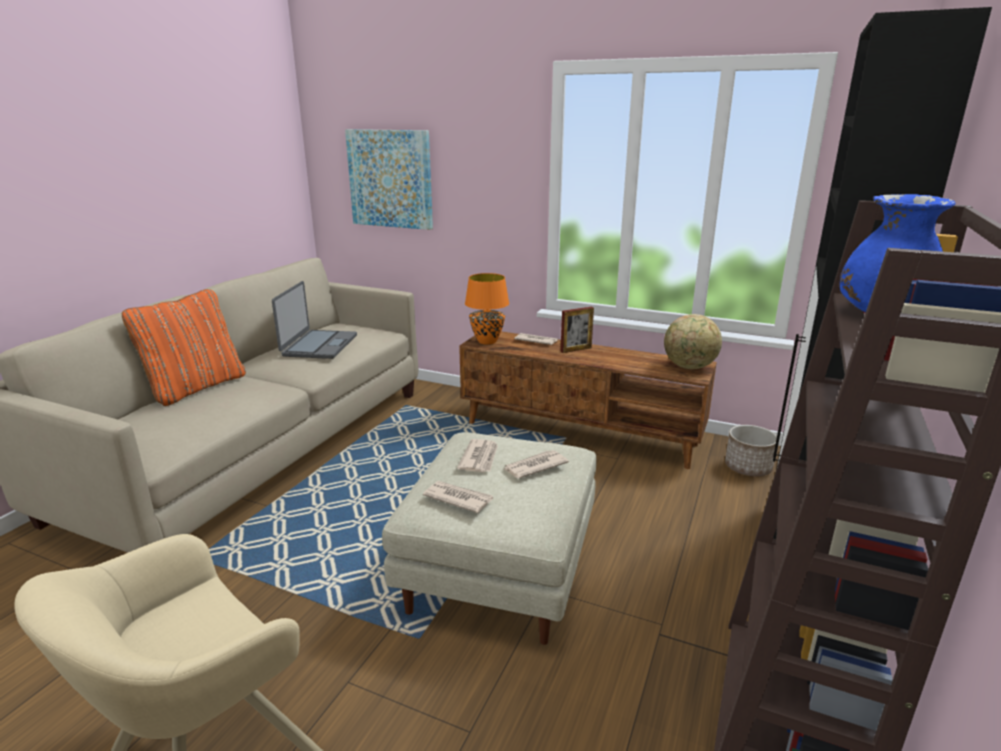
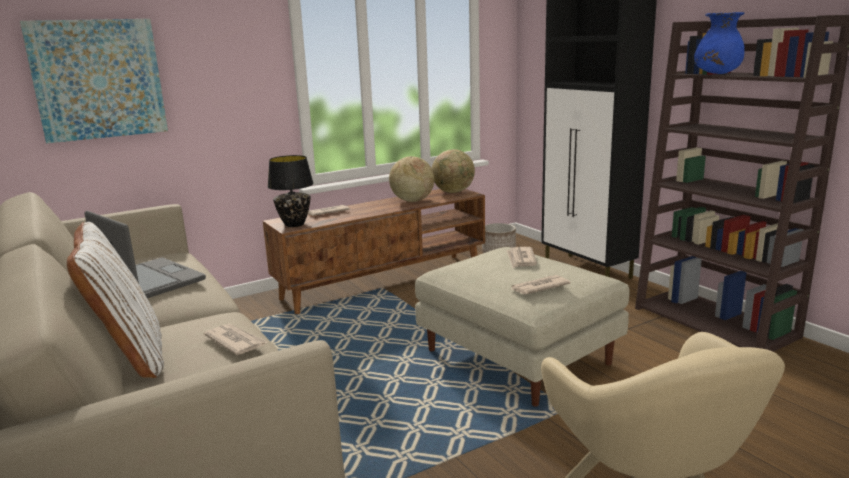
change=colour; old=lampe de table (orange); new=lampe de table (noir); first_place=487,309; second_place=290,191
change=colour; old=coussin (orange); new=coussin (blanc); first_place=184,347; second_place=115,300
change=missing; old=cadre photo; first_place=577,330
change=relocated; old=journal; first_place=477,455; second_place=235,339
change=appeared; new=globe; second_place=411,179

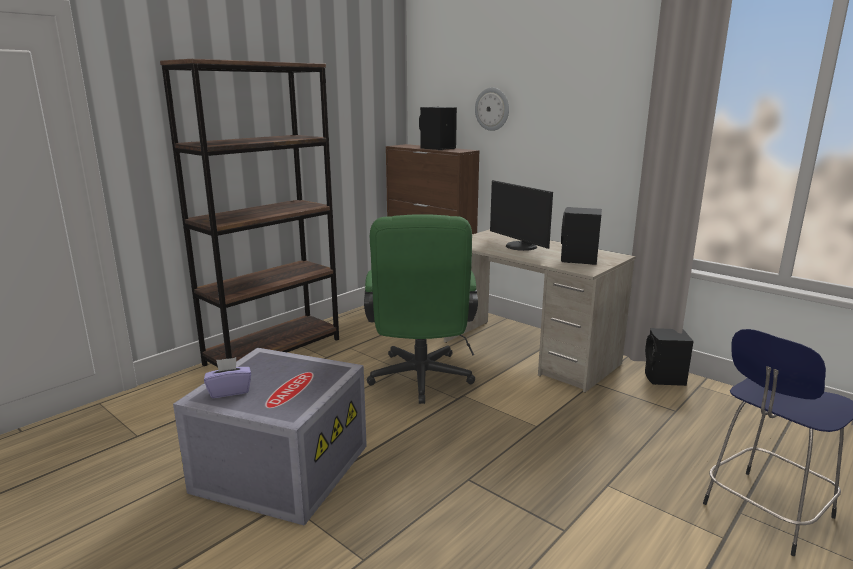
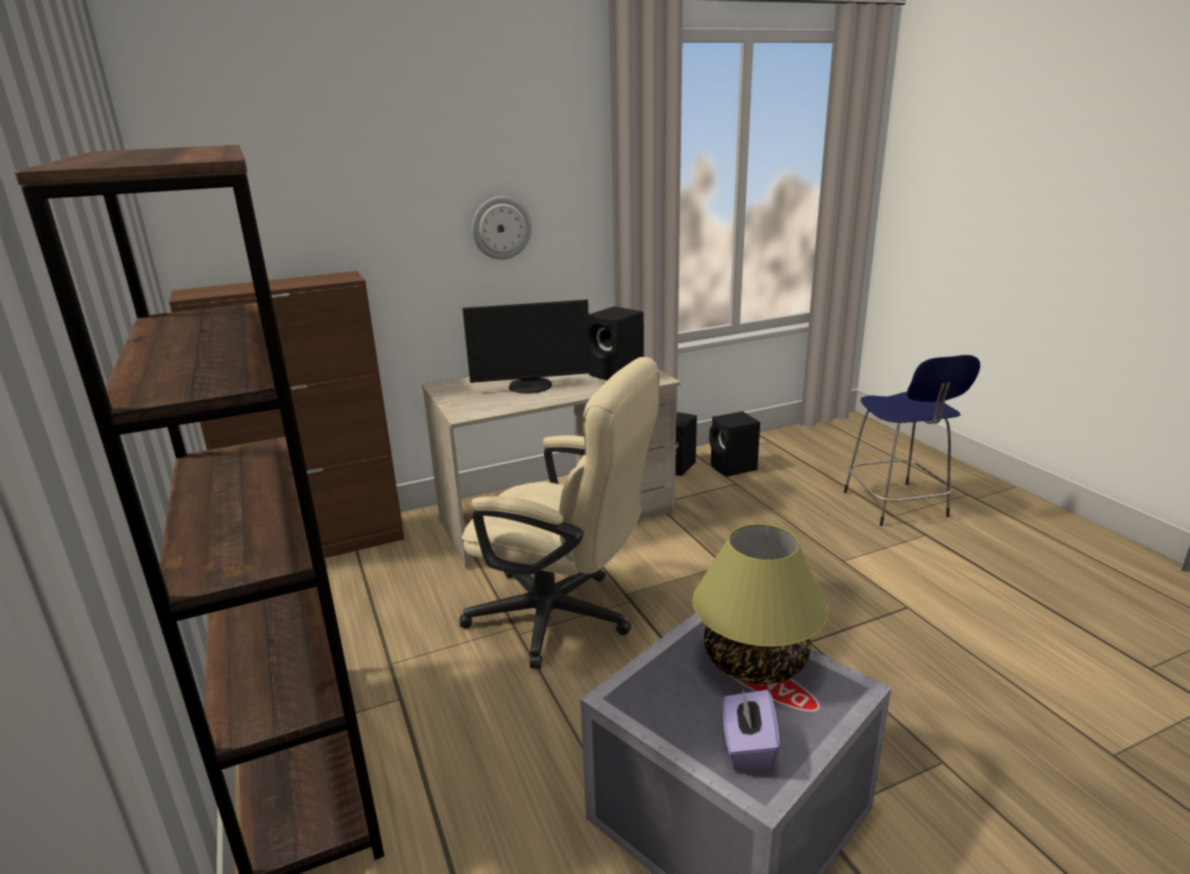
change=relocated; old=horloge murale; first_place=492,109; second_place=502,228
change=relocated; old=enceinte (noir); first_place=438,128; second_place=734,444
change=colour; old=chaise de bureau (vert); new=chaise de bureau (beige); first_place=421,309; second_place=559,513
change=appeared; new=lampe de table; second_place=760,604

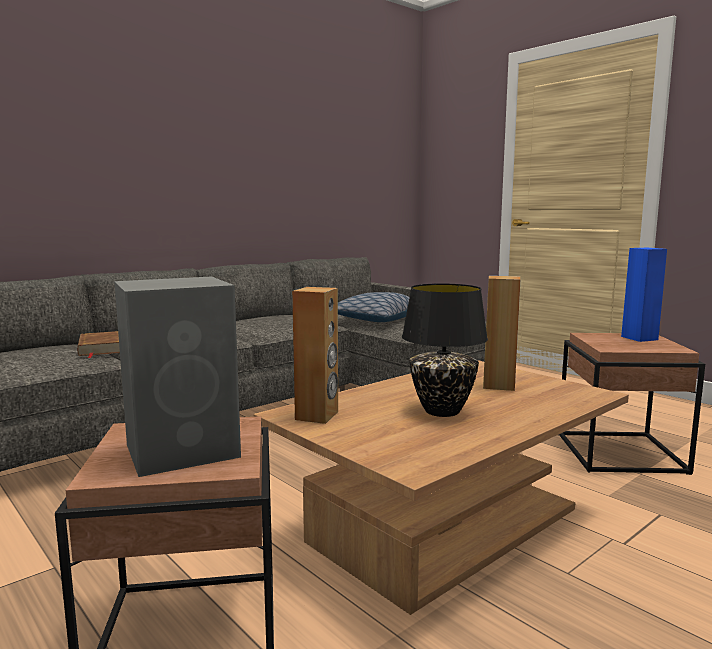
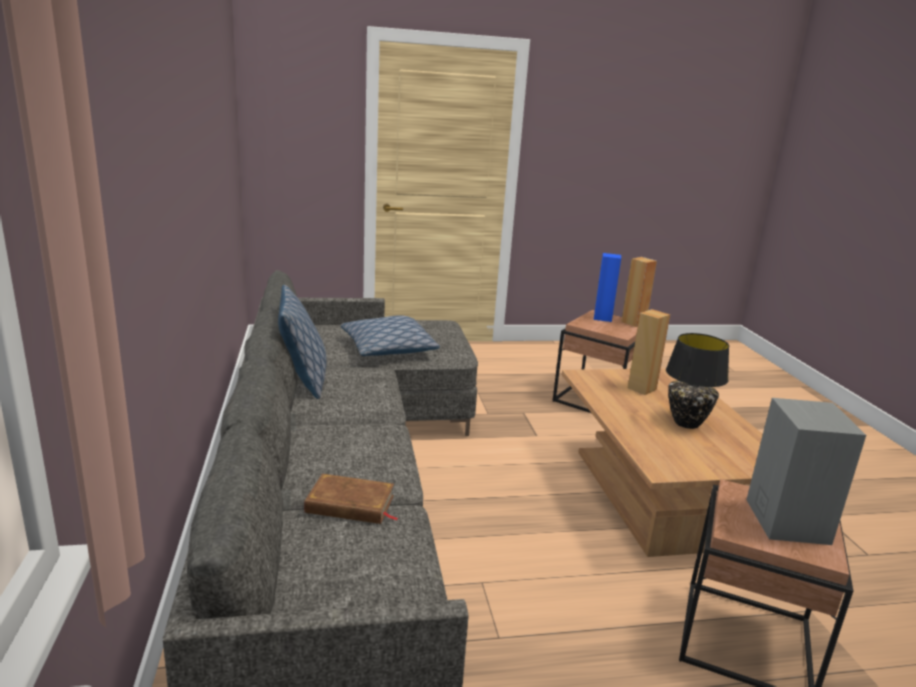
change=relocated; old=enceinte (marron); first_place=315,355; second_place=639,292
change=appeared; new=coussin; second_place=302,342

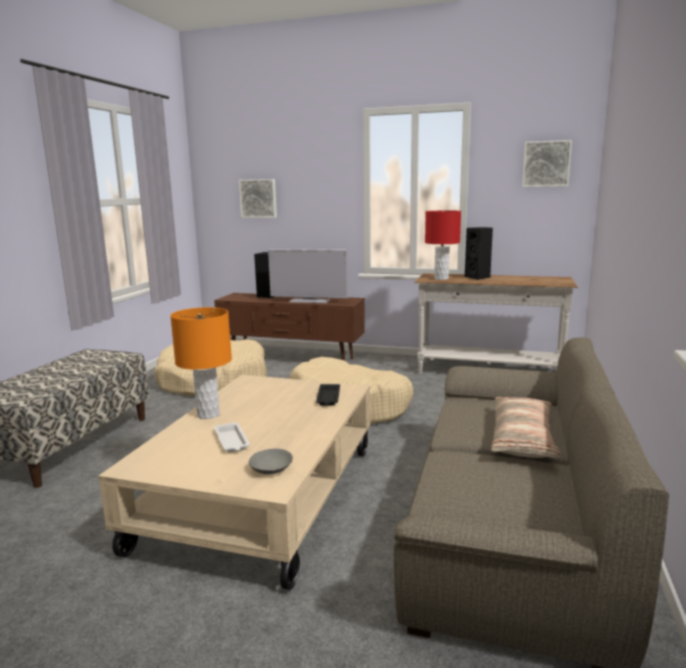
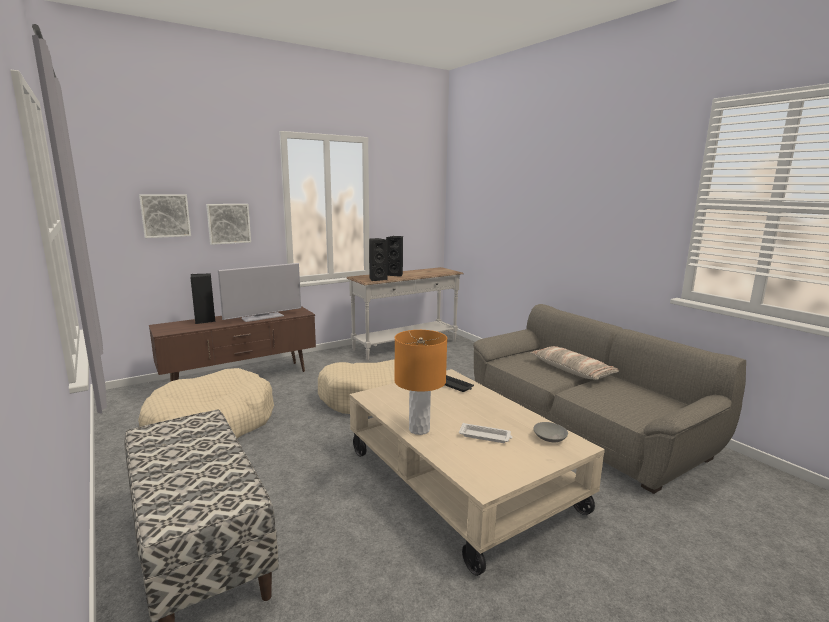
change=relocated; old=tableau; first_place=547,163; second_place=228,224
change=exchanged; old=lampe de table (rouge); new=enceinte (noir); first_place=443,245; second_place=378,259

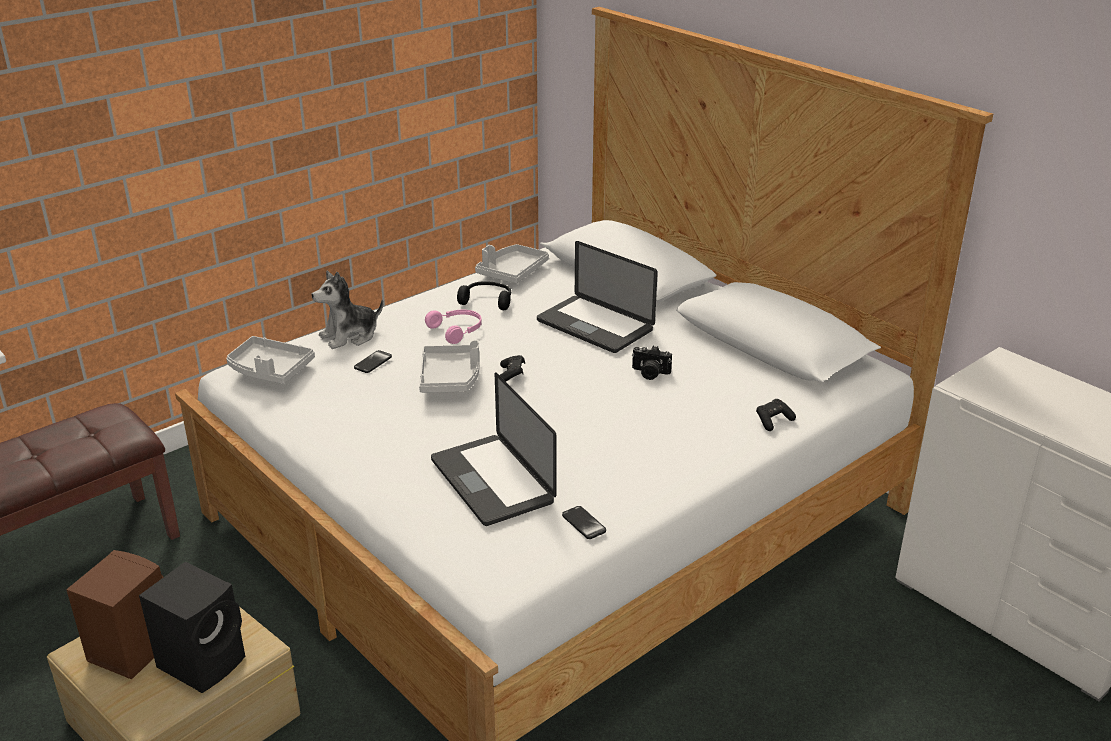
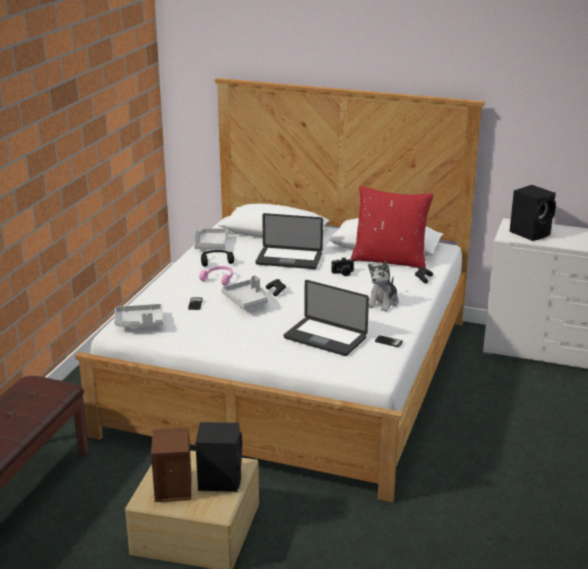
change=relocated; old=peluche; first_place=347,310; second_place=383,286
change=appeared; new=enceinte (noir); second_place=532,213
change=appeared; new=coussin (rouge); second_place=392,227

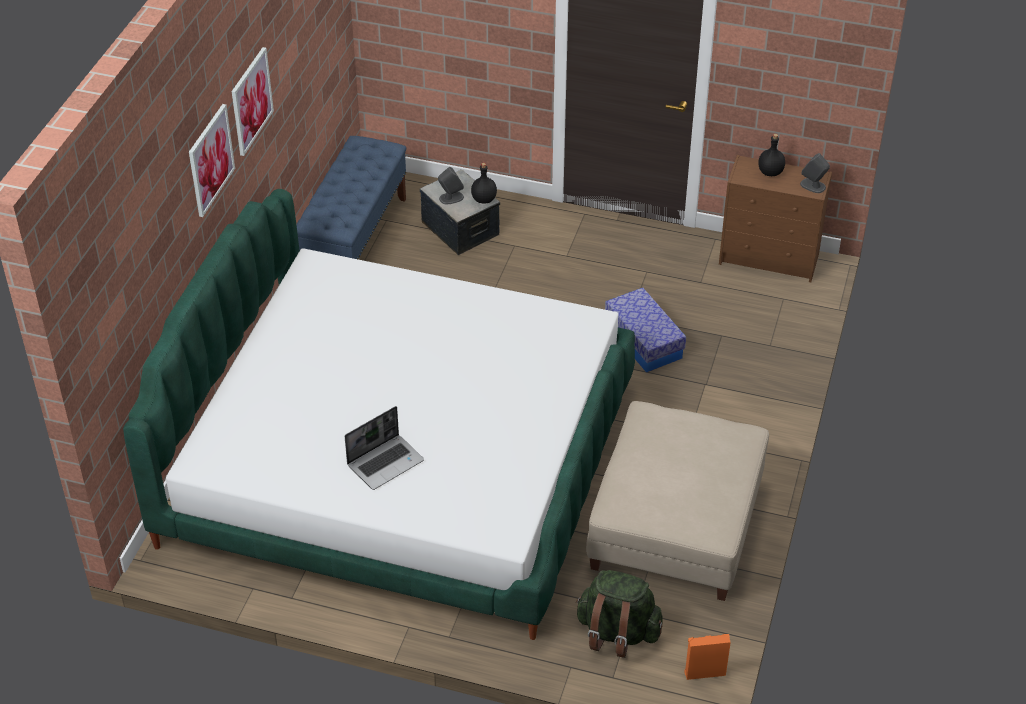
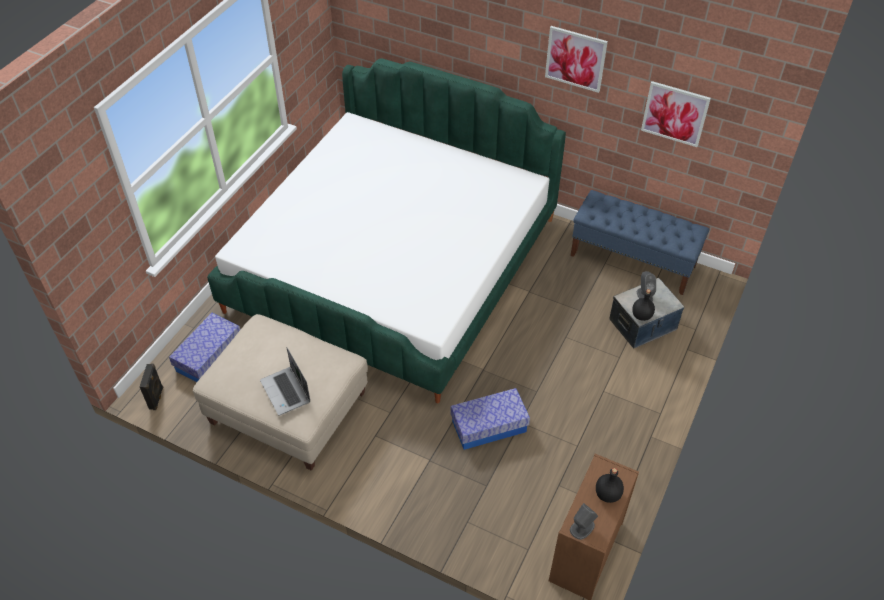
change=relocated; old=tableau; first_place=212,160; second_place=676,114
change=relocated; old=ordinateur portable; first_place=384,448; second_place=285,381
change=exchanged; old=sac à dos (vert); new=boîte de rangement; first_place=619,614; second_place=205,347
change=colour; old=enceinte (orange); new=enceinte (noir); first_place=707,657; second_place=151,387

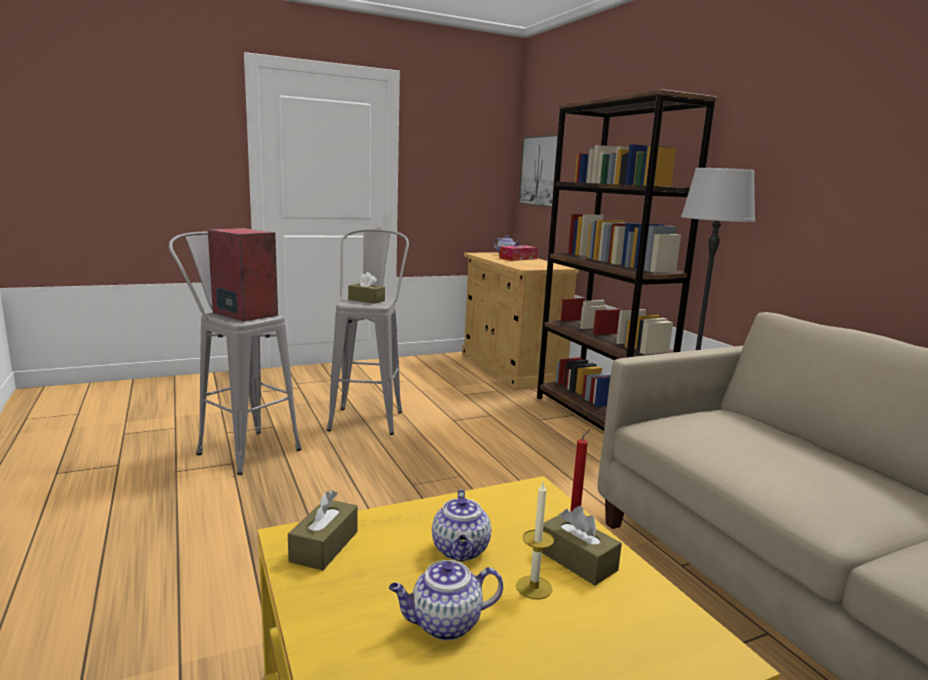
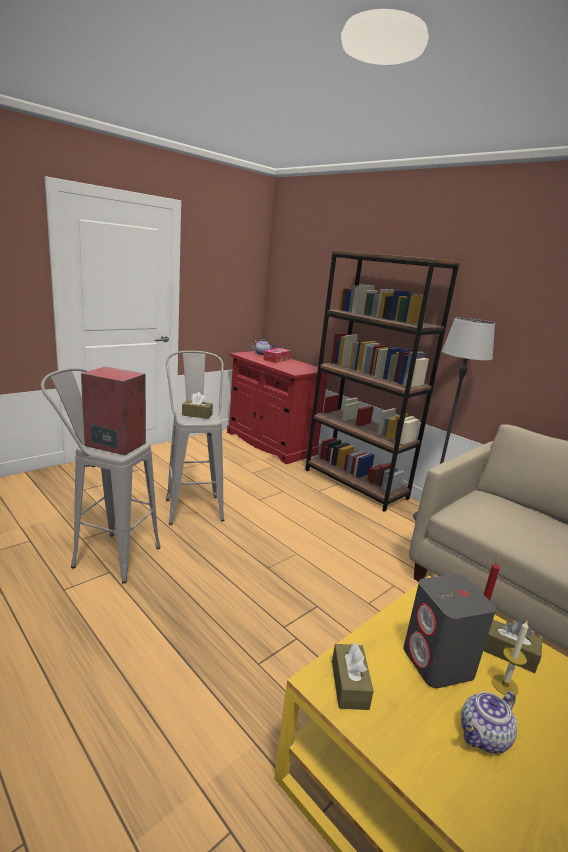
change=missing; old=tableau; first_place=538,171
change=colour; old=meuble de rangement (beige); new=meuble de rangement (rouge); first_place=520,321; second_place=278,407
change=exchanged; old=théière; new=enceinte (gris); first_place=461,525; second_place=449,631

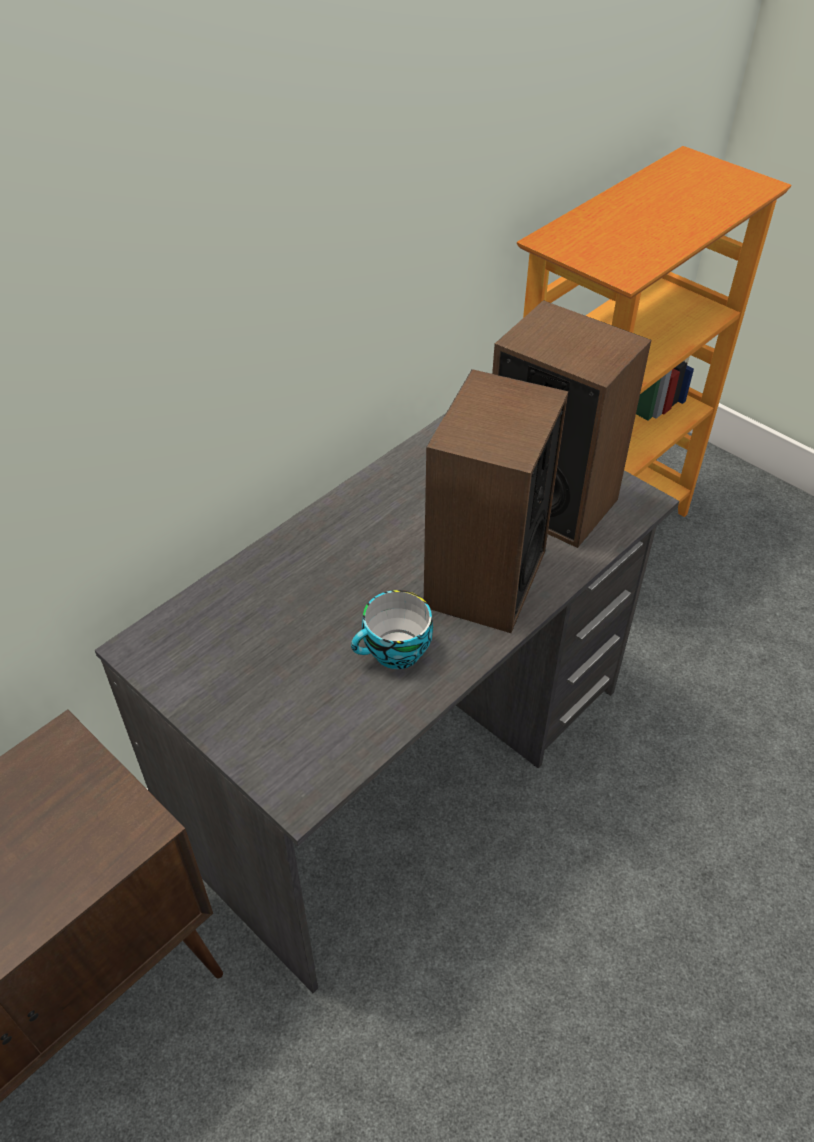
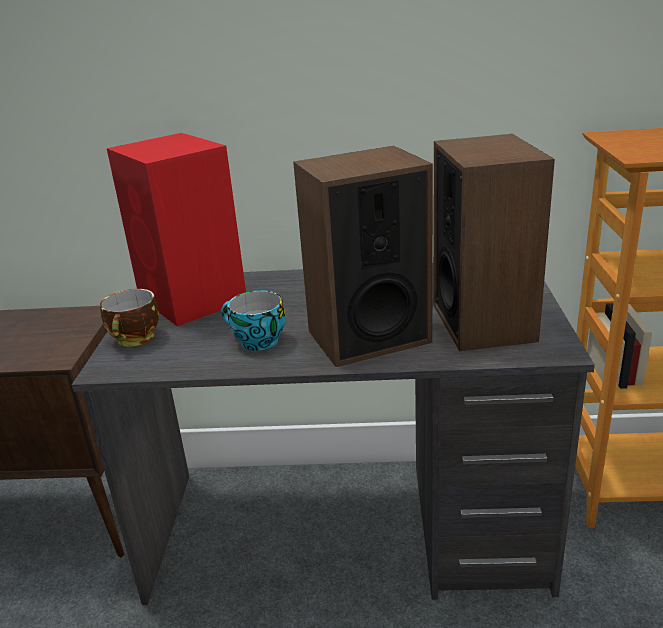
change=appeared; new=enceinte (rouge); second_place=176,229
change=appeared; new=tasse; second_place=129,318

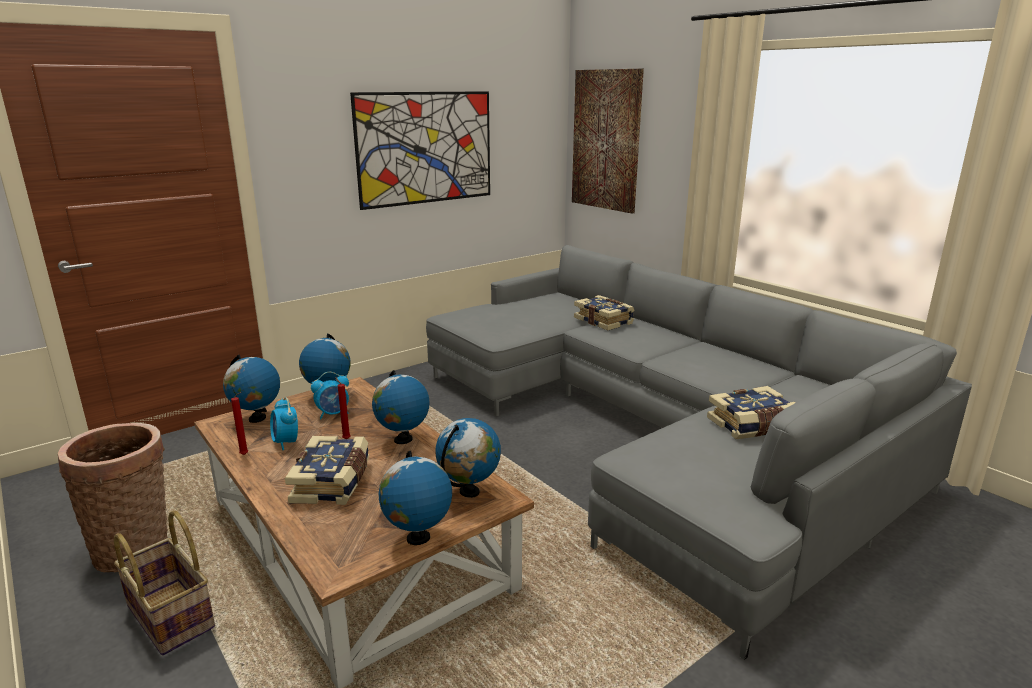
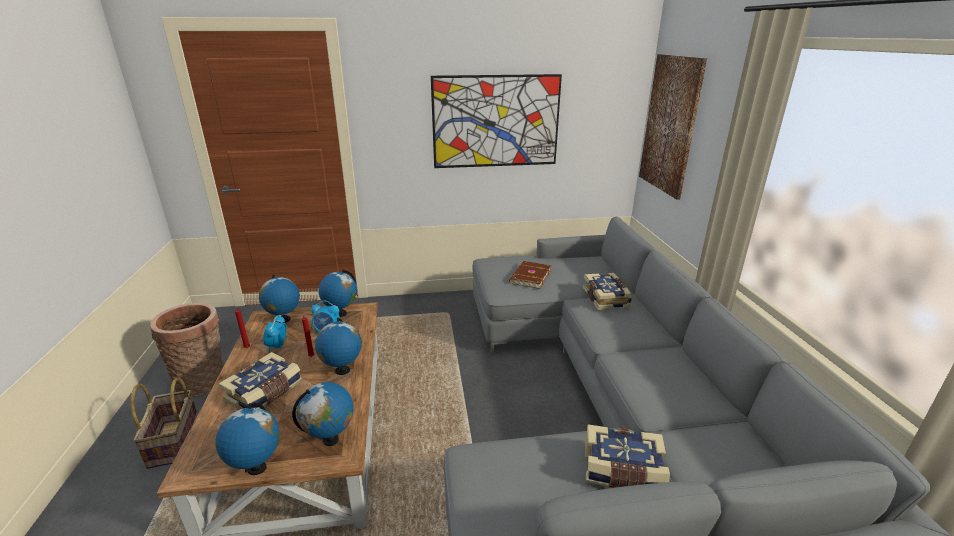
change=appeared; new=livre (marron); second_place=530,275

